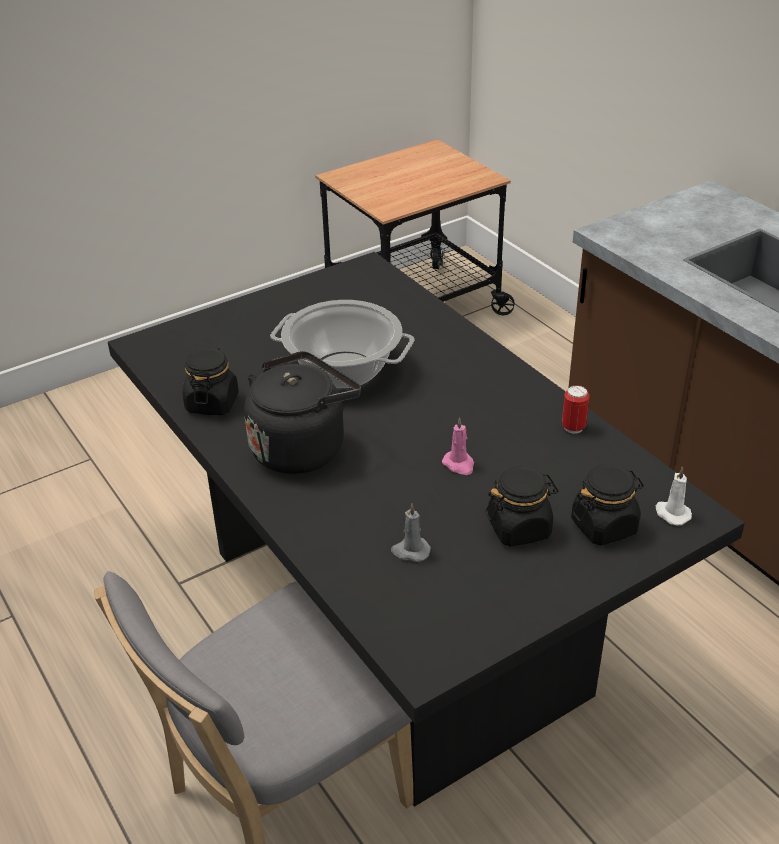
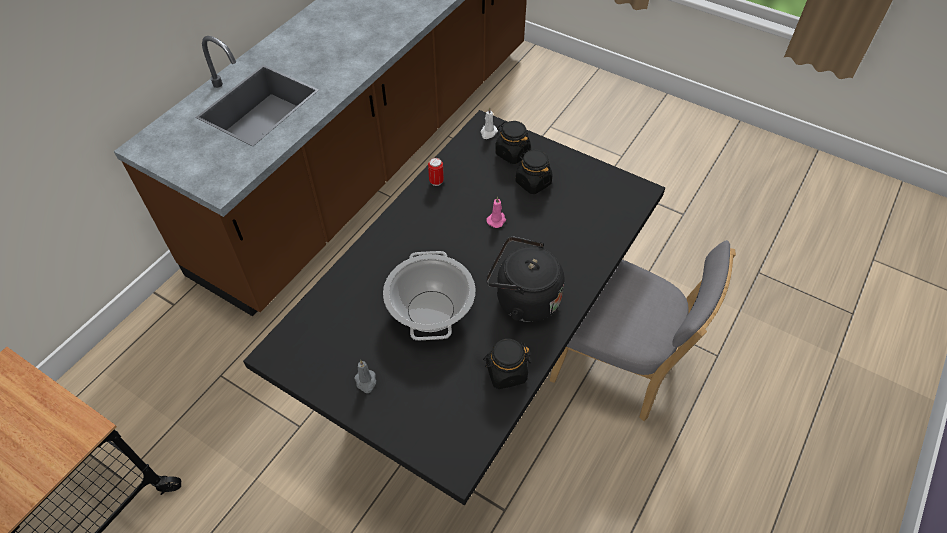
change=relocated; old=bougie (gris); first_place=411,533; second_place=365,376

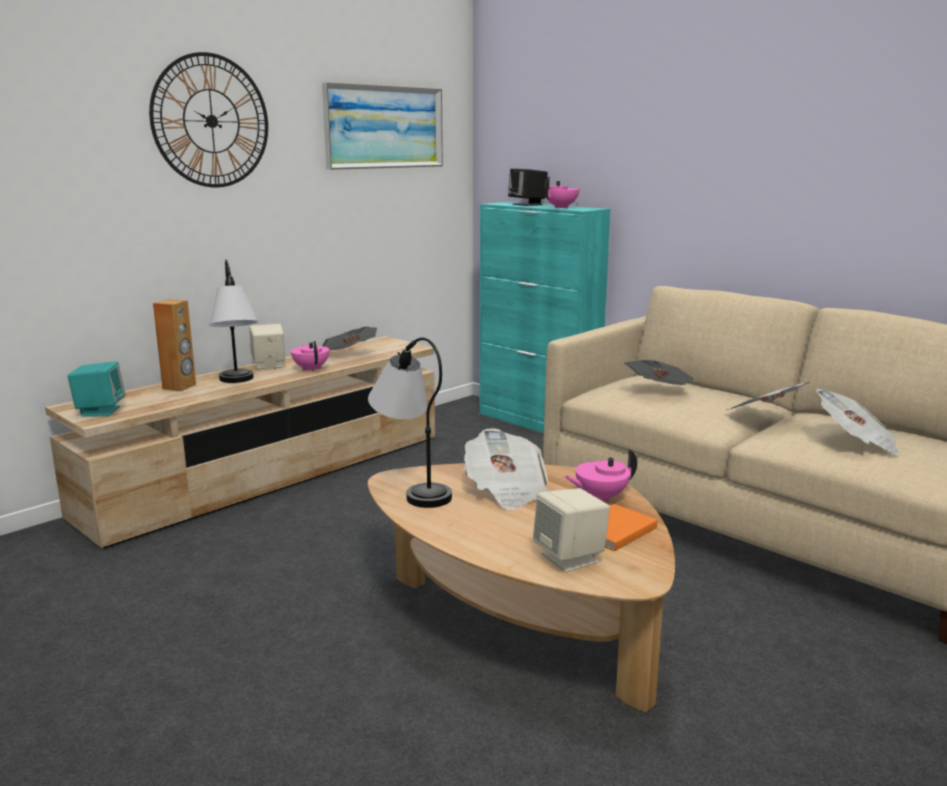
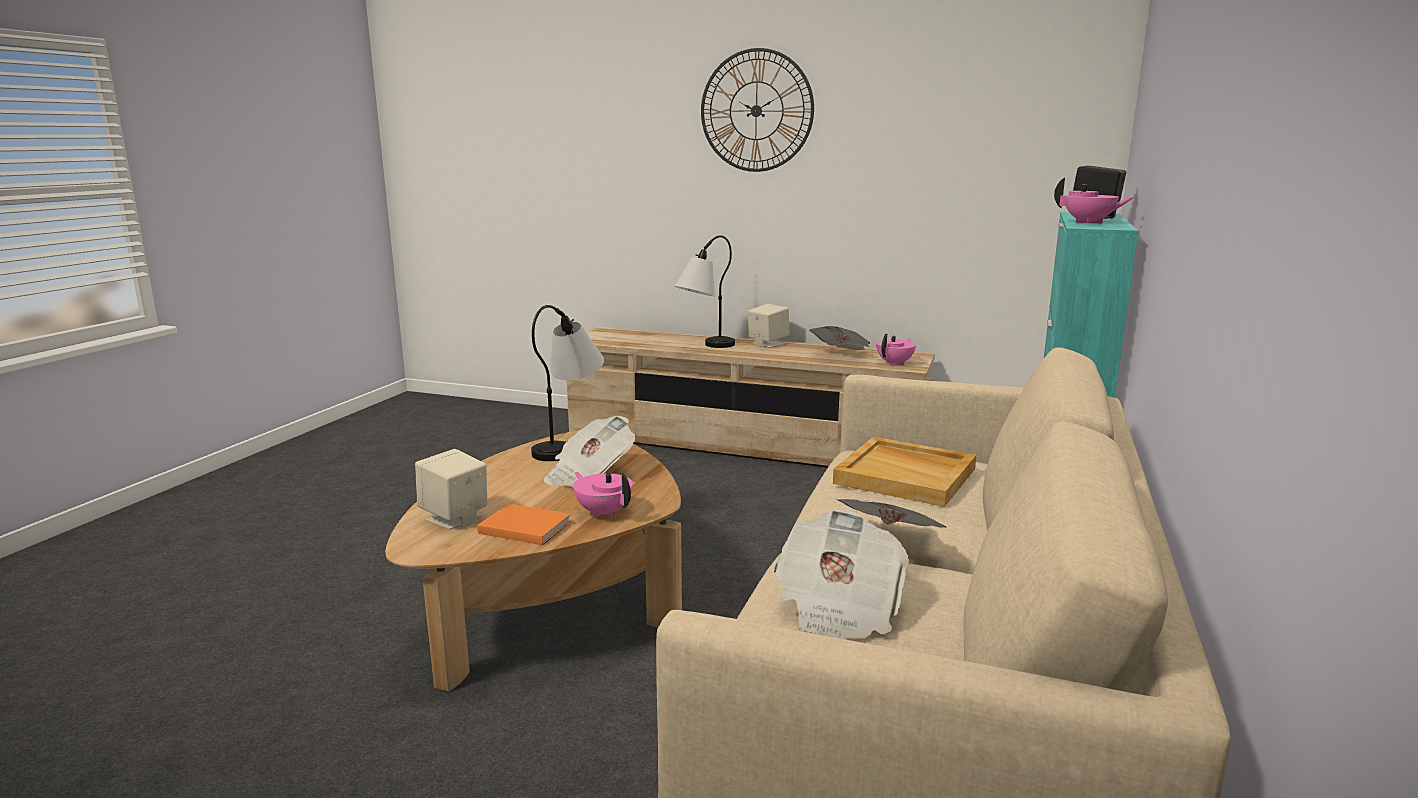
change=missing; old=tableau; first_place=382,126
change=missing; old=enceinte (marron); first_place=174,345
change=relocated; old=théière (rose); first_place=310,356; second_place=896,350
change=exchanged; old=journal; new=plateau (beige); first_place=659,372; second_place=904,472
change=missing; old=enceinte (turquoise); first_place=96,389

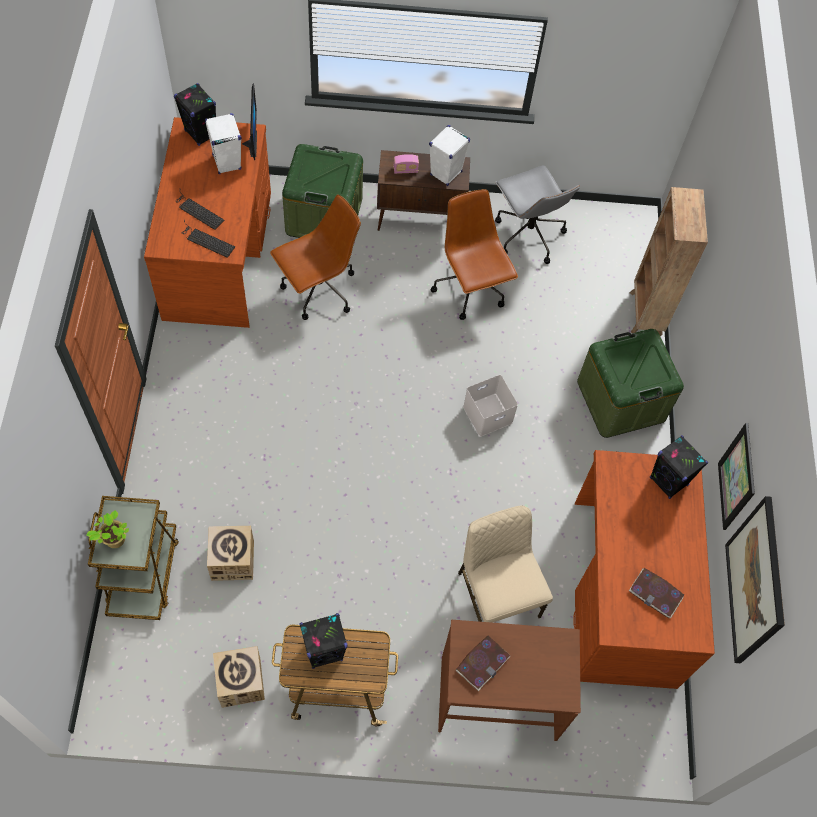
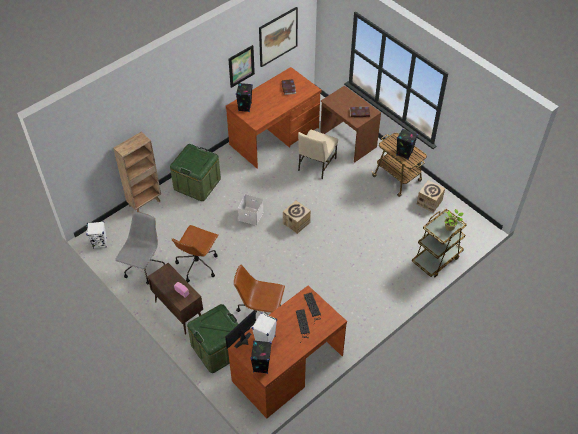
change=relocated; old=enceinte (blanc); first_place=449,155; second_place=96,235
change=relocated; old=carton; first_place=230,553; second_place=297,217

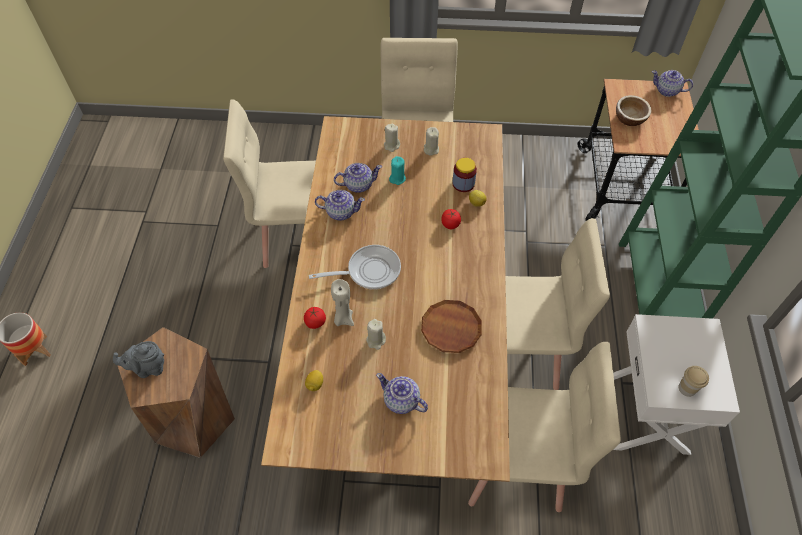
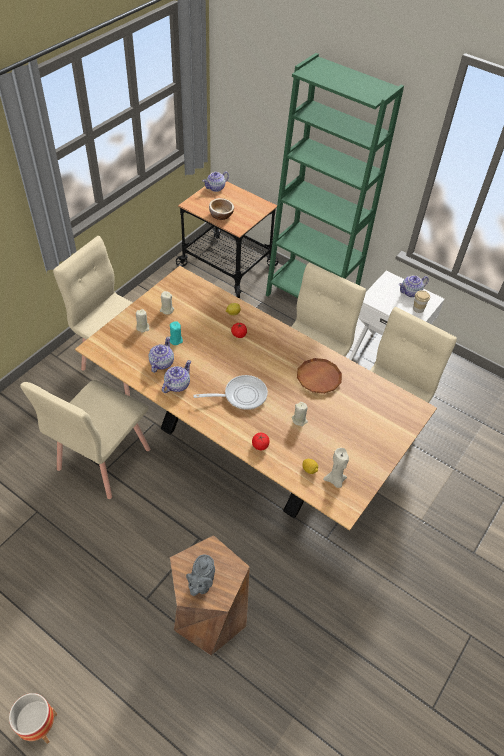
change=missing; old=bocal; first_place=464,175
change=spun; old=poêle; first_place=355,267; second_place=230,392; degrees=60
change=relocated; old=bougie (beige); first_place=342,302; second_place=336,468
change=relocated; old=théière; first_place=402,393; second_place=414,286

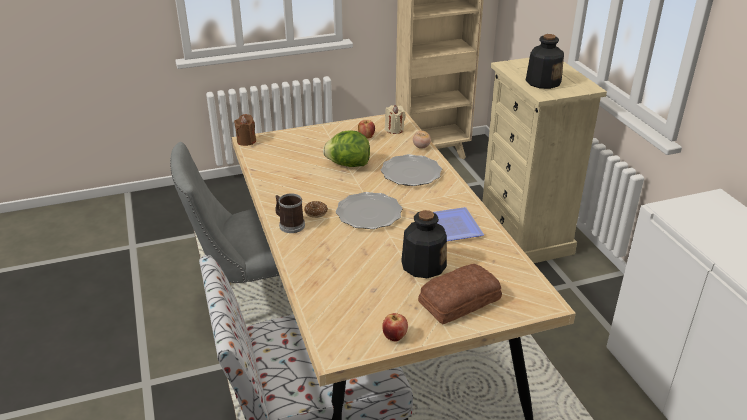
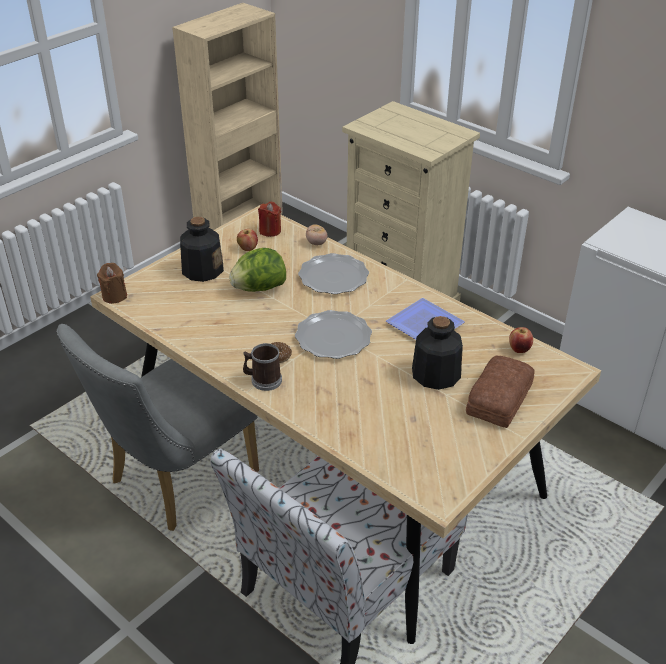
change=relocated; old=bouteille; first_place=545,61; second_place=202,249
change=colour; old=bougie (beige); new=bougie (rouge); first_place=395,119; second_place=269,219
change=relocated; old=pomme; first_place=395,327; second_place=521,340

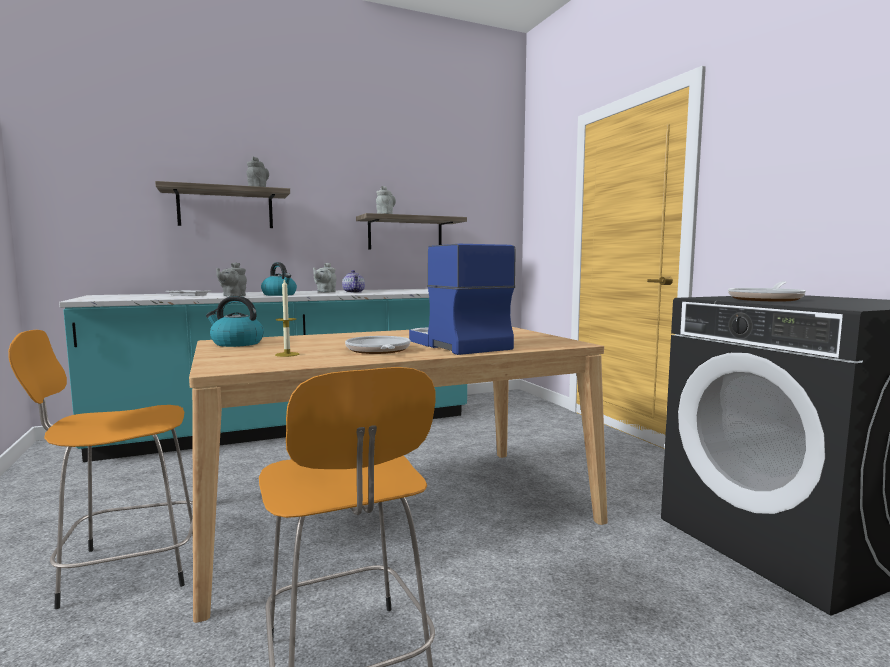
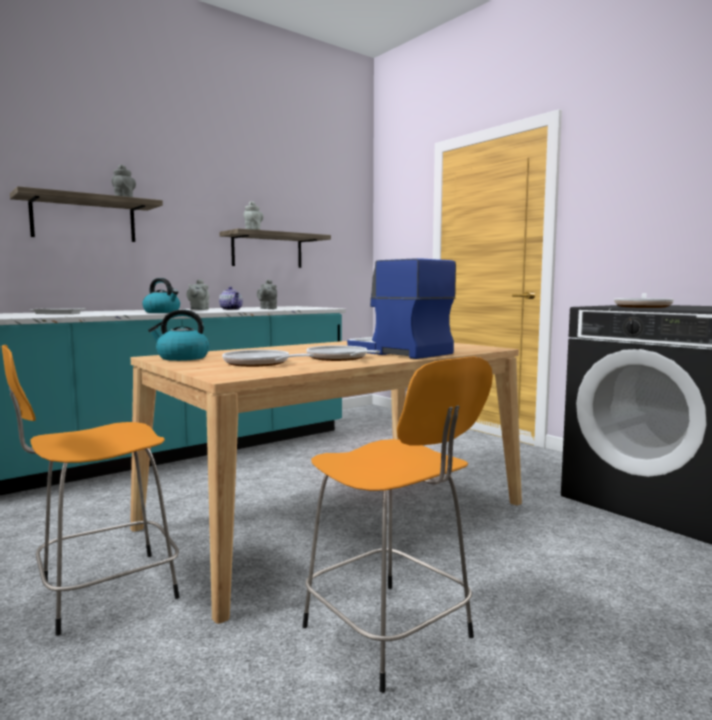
change=relocated; old=théière (gris); first_place=231,279; second_place=267,294
change=exchanged; old=bougie; new=poêle; first_place=287,317; second_place=268,358

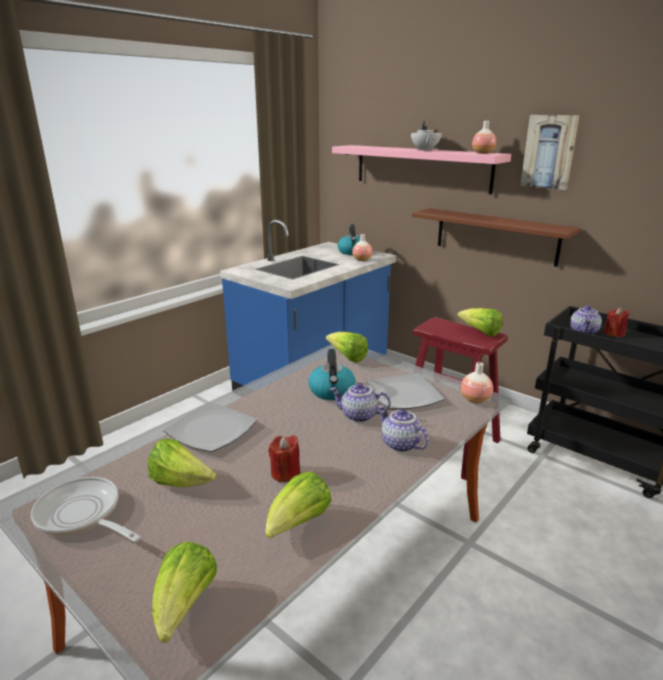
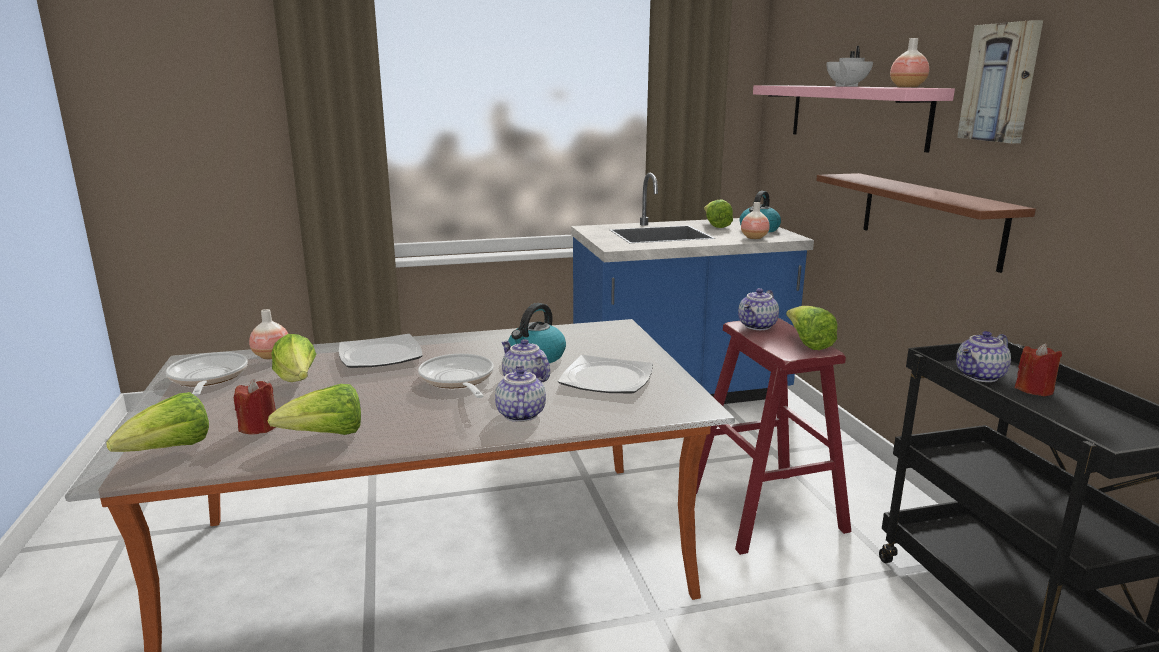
change=relocated; old=laitue; first_place=347,347; second_place=718,213
change=relocated; old=vase; first_place=476,383; second_place=268,334
change=relocated; old=bougie (rouge); first_place=284,459; second_place=255,406
change=appeared; new=théière; second_place=758,309
change=appeared; new=poêle; second_place=456,376

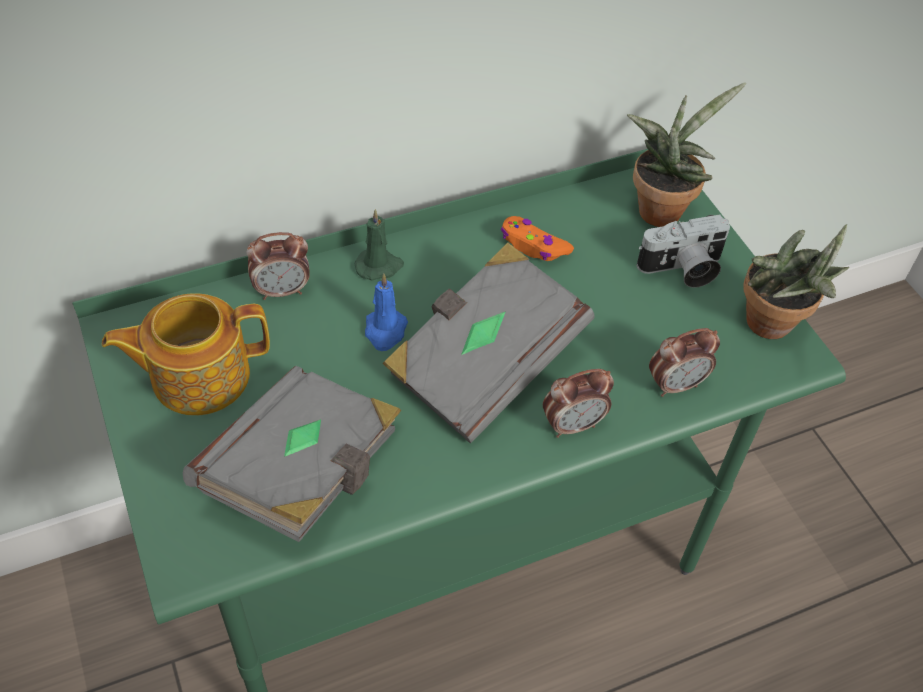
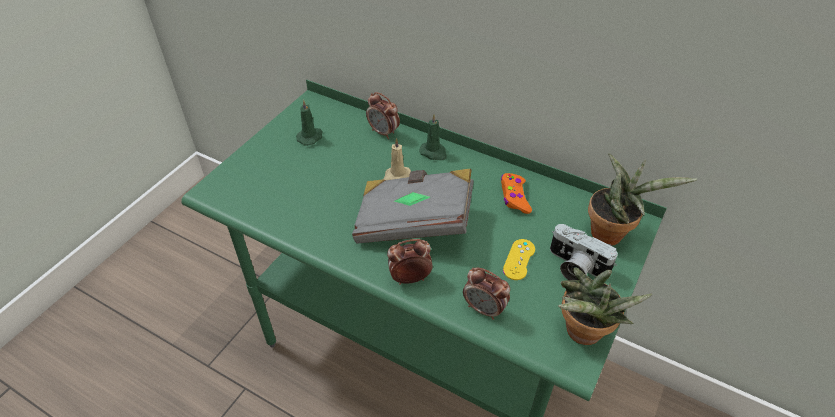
change=colour; old=bougie (bleu); new=bougie (beige); first_place=386,312; second_place=397,159
change=exchanged; old=théière; new=bougie (vert); first_place=186,354; second_place=309,122
change=missing; old=livre (gris); first_place=292,454
change=spun; old=réveil; first_place=578,403; second_place=410,262; degrees=135
change=appeared; new=manette (jaune); second_place=519,259

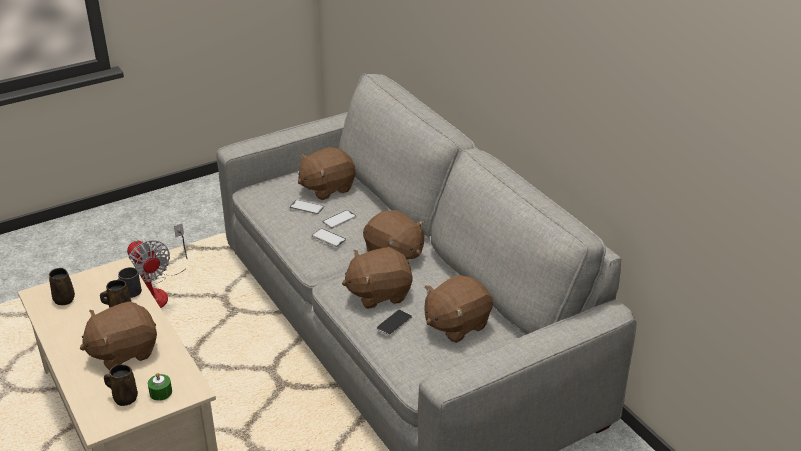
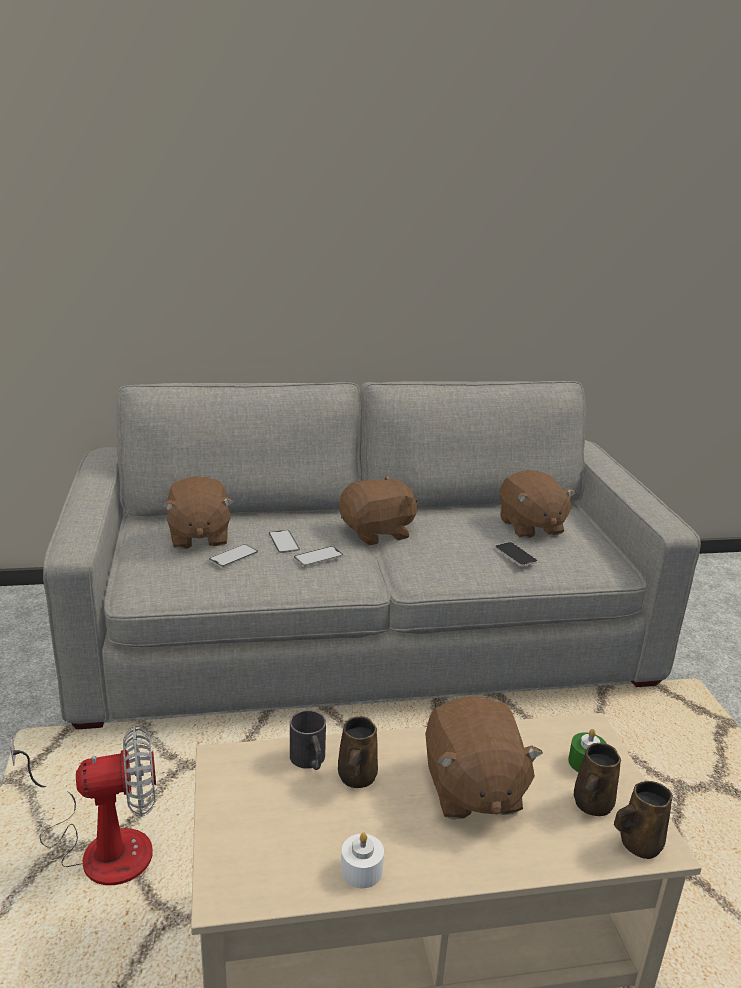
change=missing; old=peluche (marron); first_place=377,278
change=relocated; old=mug (marron); first_place=62,286; second_place=643,820
change=appeared; new=bougie (blanc); second_place=362,860

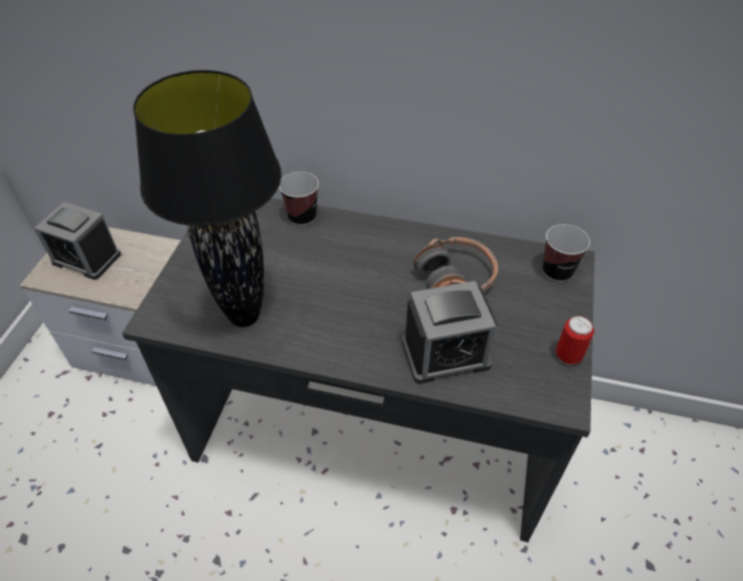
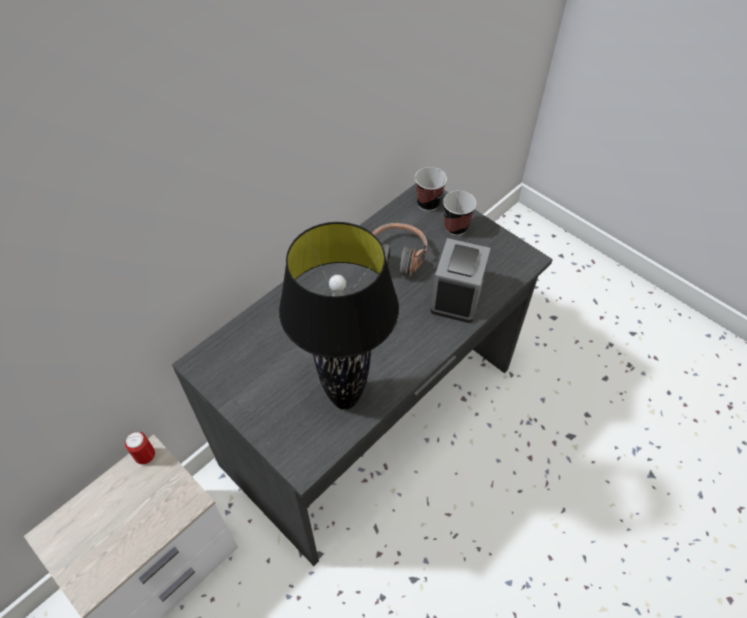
change=relocated; old=tasse; first_place=299,199; second_place=459,213
change=missing; old=réveil; first_place=77,241
change=relocated; old=boîte métallique; first_place=575,340; second_place=140,448

